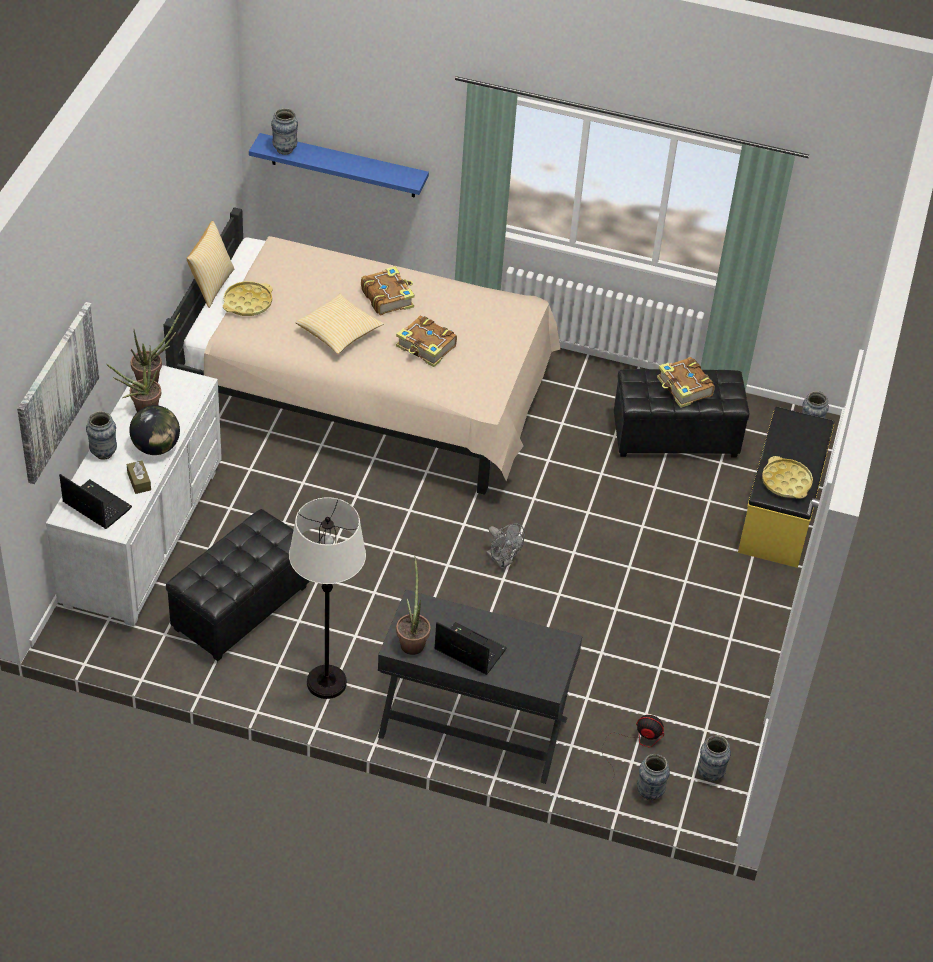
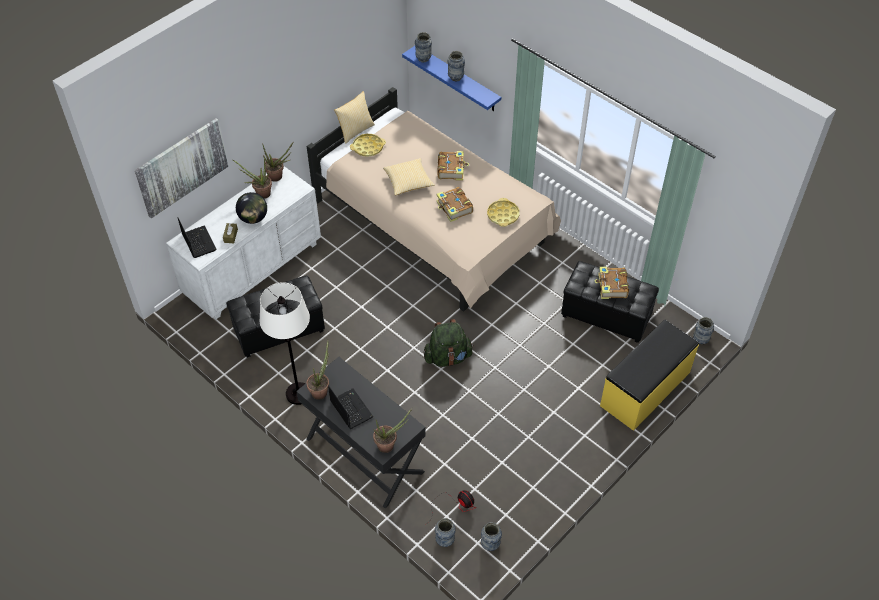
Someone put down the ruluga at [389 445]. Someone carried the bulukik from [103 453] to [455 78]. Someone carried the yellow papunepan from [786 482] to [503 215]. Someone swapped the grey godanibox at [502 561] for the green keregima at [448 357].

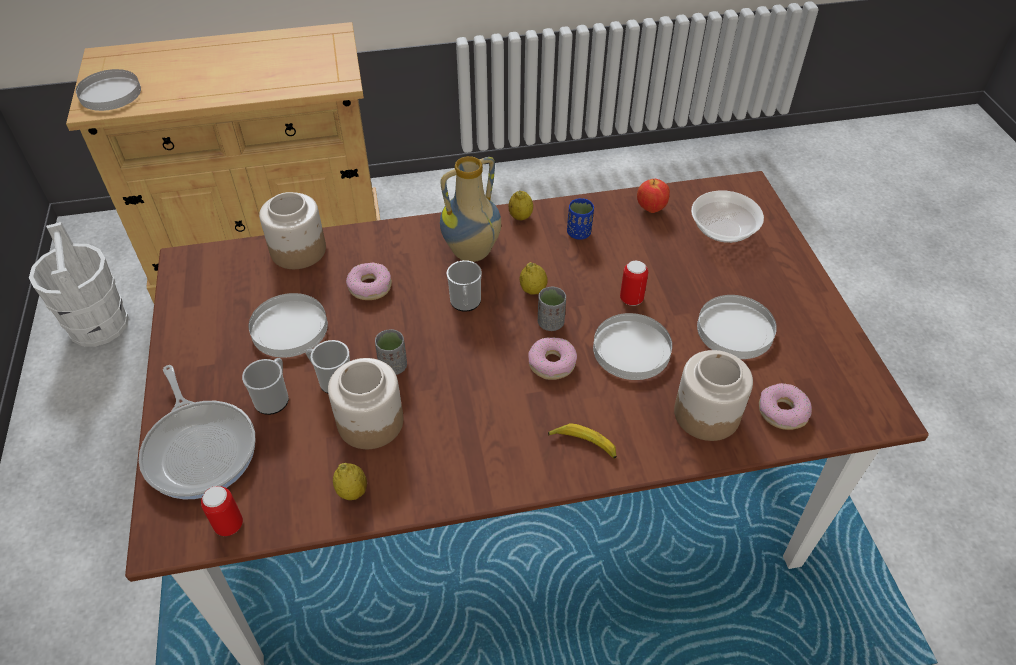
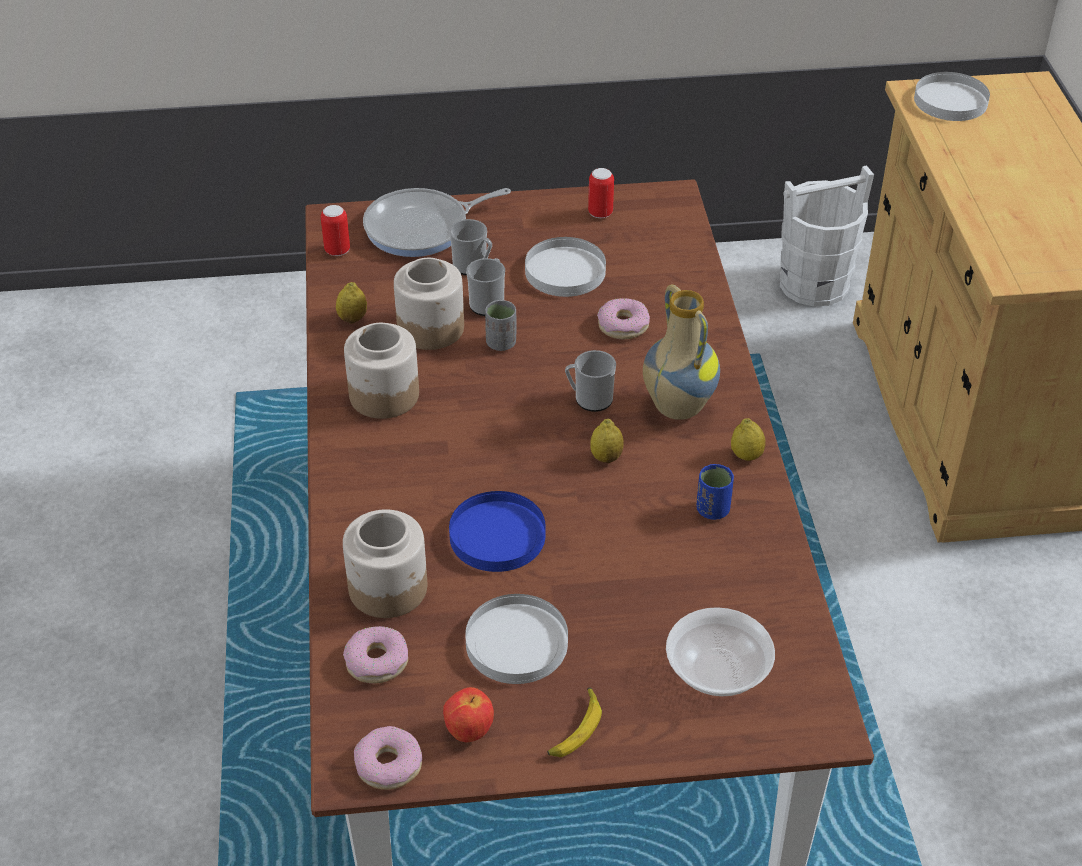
Someone took away the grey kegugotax at [550 323]. Someone carried the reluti from [298 251] to [383 395]. Someone carried the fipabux from [552 363] to [389 764]. Someone carried the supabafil from [584 444] to [575 729]. Someone carried the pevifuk from [631 299] to [600 213]. Someone carried the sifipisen from [650 209] to [469 731]. Someone repainted the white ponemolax at [631 350], which became the blue ponemolax at [496 535].

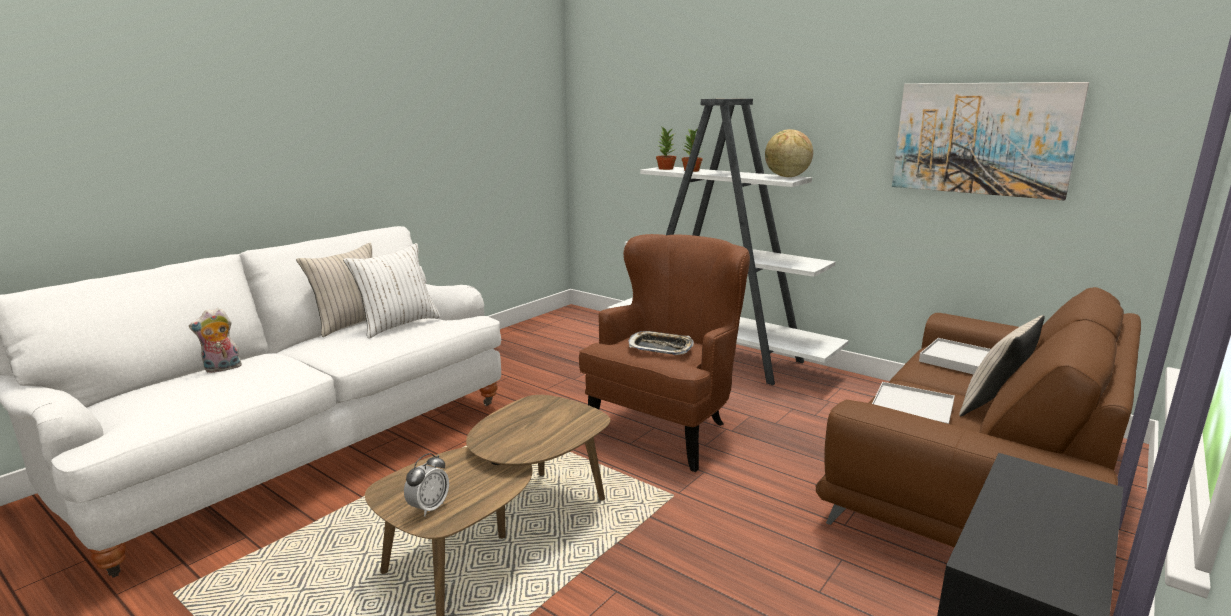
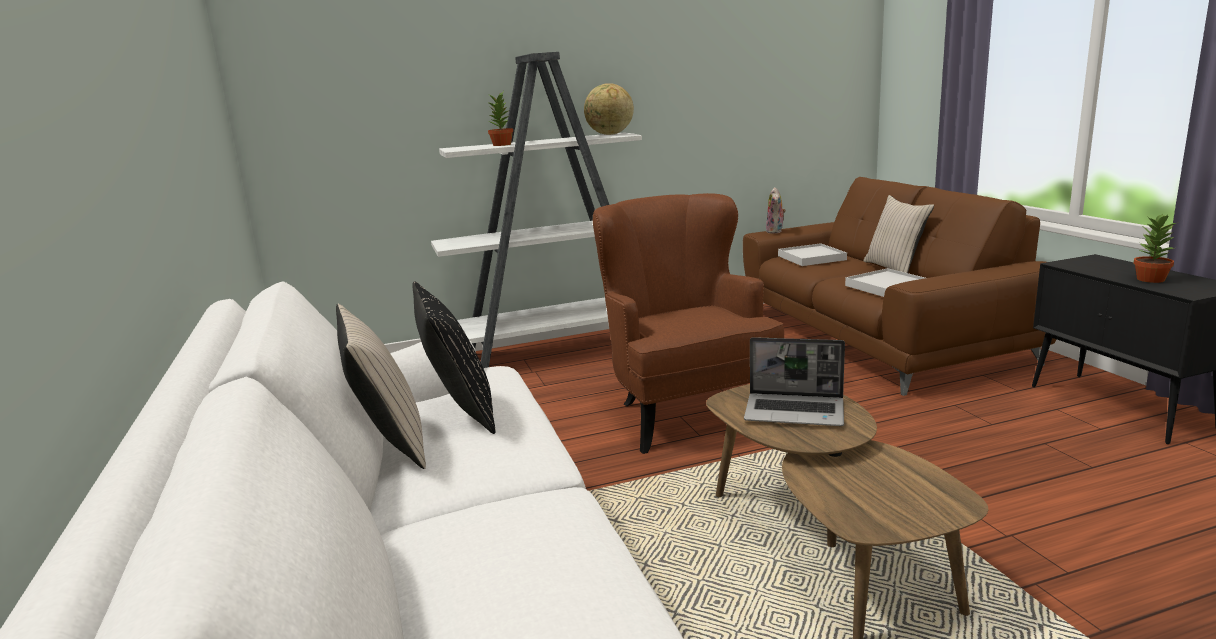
Someone took away the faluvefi at [428 508]. Someone took away the papunepan at [660 347]. Someone took away the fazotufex at [982 139]. Someone put down the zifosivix at [796 412]. Someone carried the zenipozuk from [222 369] to [775 231]. Someone carried the ruluga from [665 168] to [1150 279]. Someone repainted the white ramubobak at [397 325], which became the black ramubobak at [460 412].

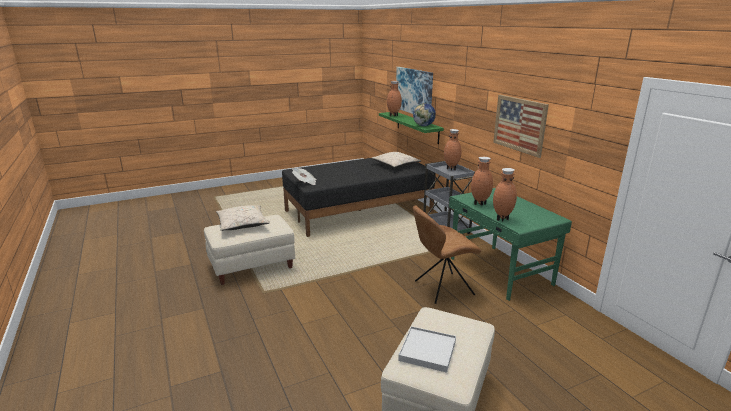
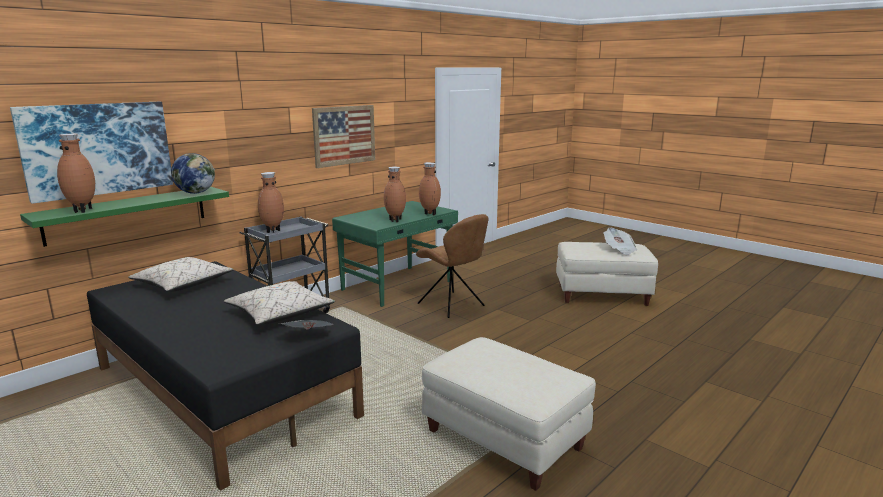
Someone carried the beige ramubobak from [242 224] to [279 314]. Someone swapped the white papunepan at [427 351] for the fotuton at [619 250].

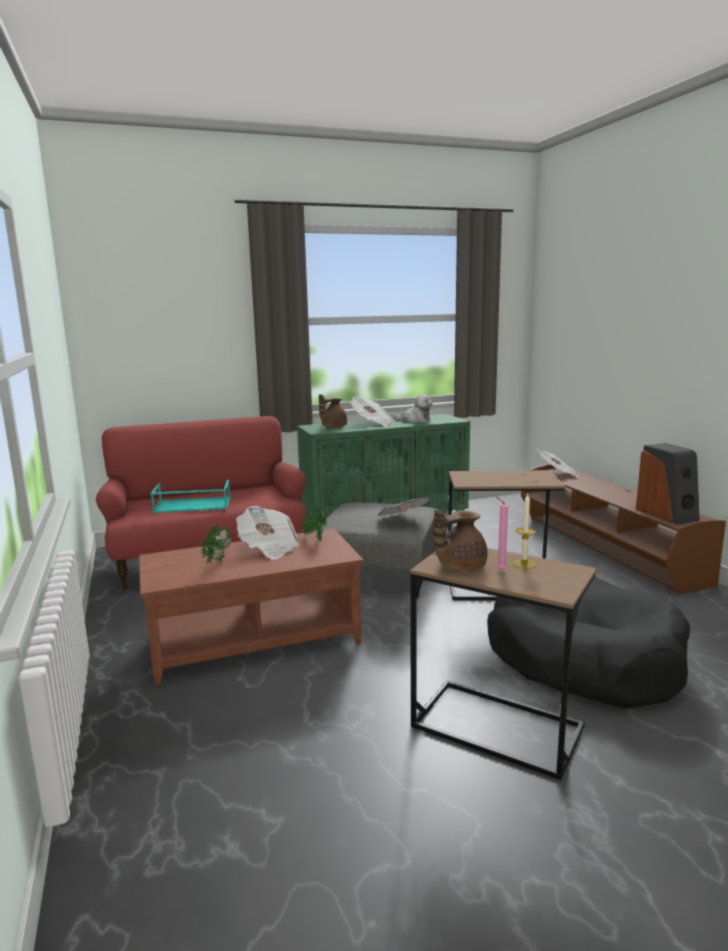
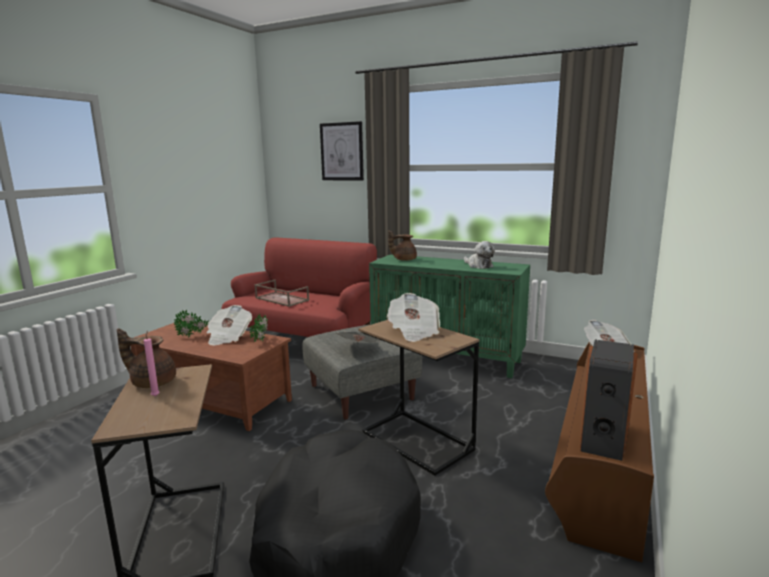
Someone took away the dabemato at [524 564]. Someone put up the fazotufex at [342 151]. Someone carried the fotuton from [372 423] to [414 331]. Someone repainted the turquoise papunepan at [192 505], which became the brown papunepan at [281 299].

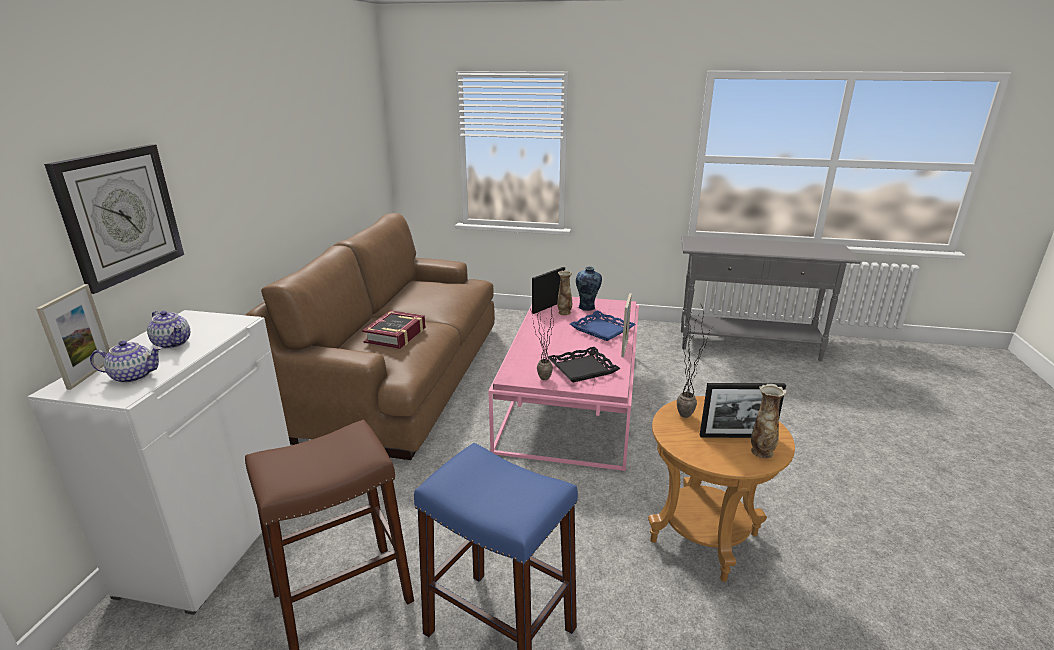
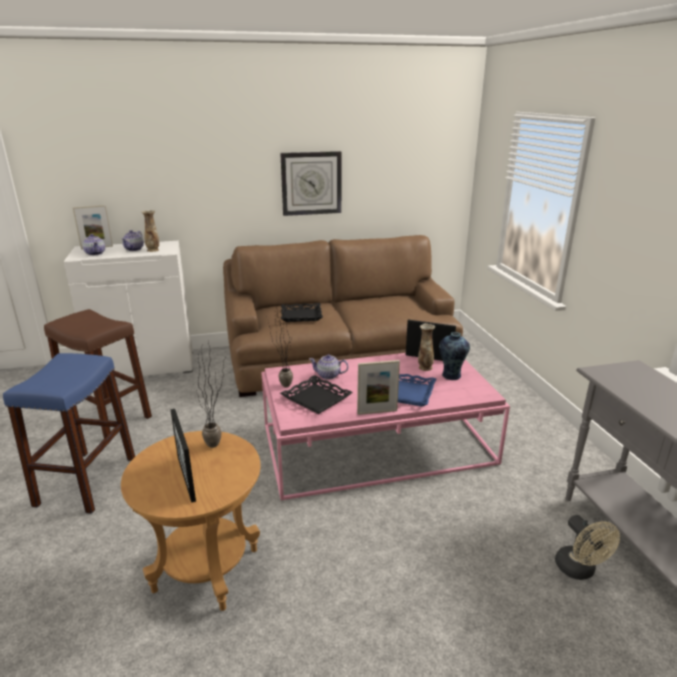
Someone put down the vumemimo at [328 375]. Someone put down the beige godanibox at [579 570]. Someone carried the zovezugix from [120 215] to [311 183]. Someone carried the bulukik from [761 451] to [153 250]. Someone swapped the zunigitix at [396 335] for the black papunepan at [301 316].

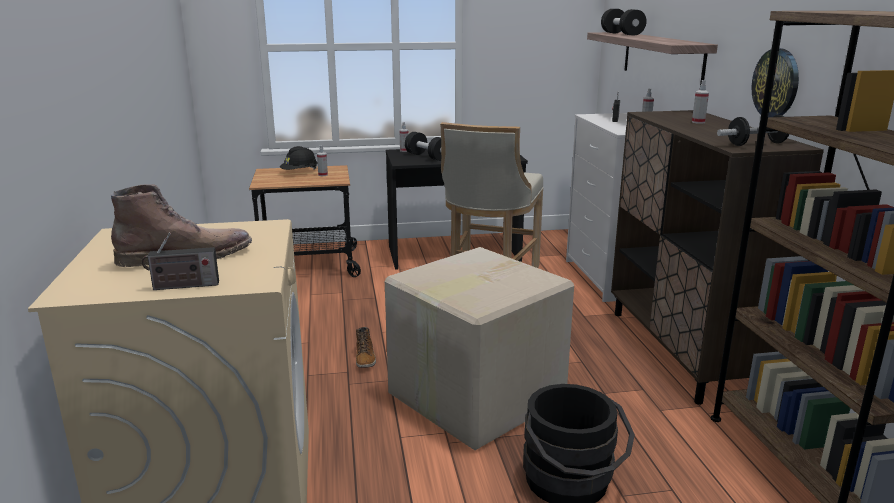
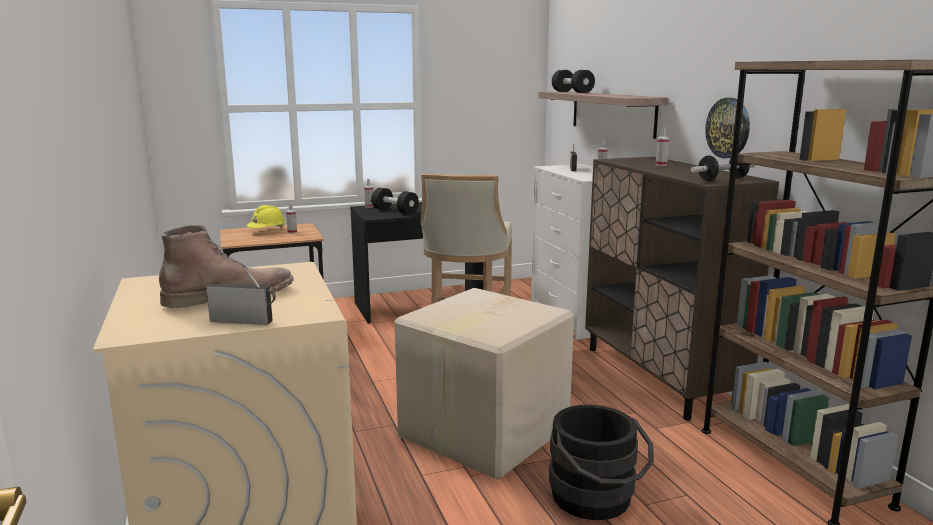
Someone took away the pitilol at [365 358]. Someone repainted the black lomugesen at [299 172], which became the yellow lomugesen at [267 231]. Someone rotated the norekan at [183 286] by 150 degrees counterclockwise.

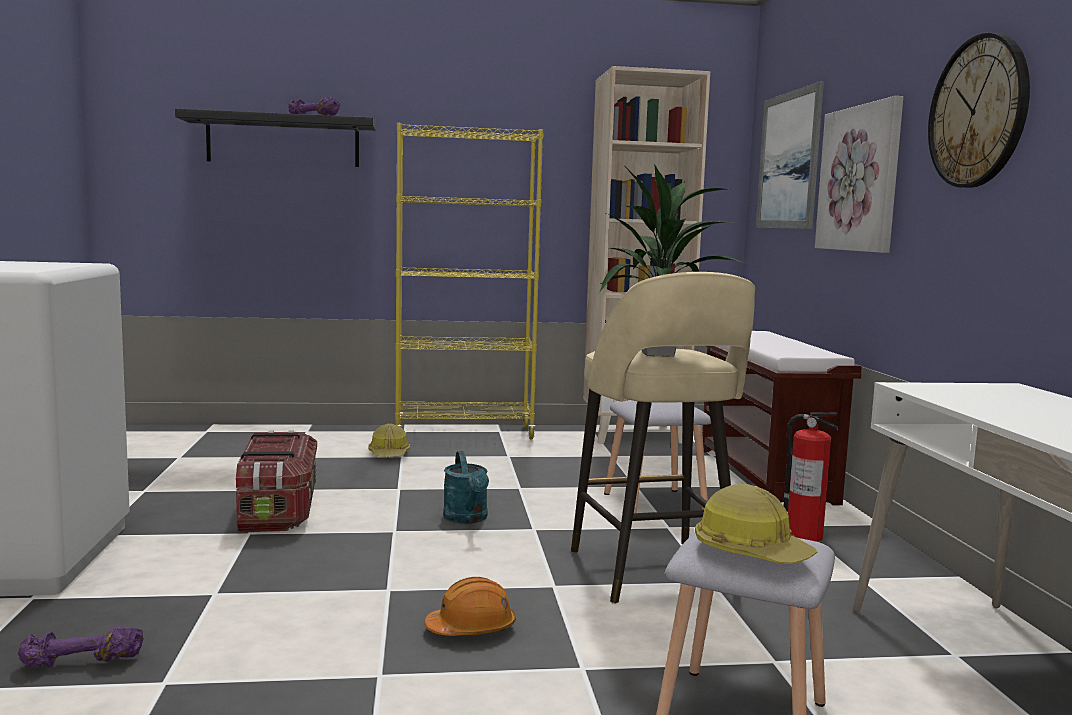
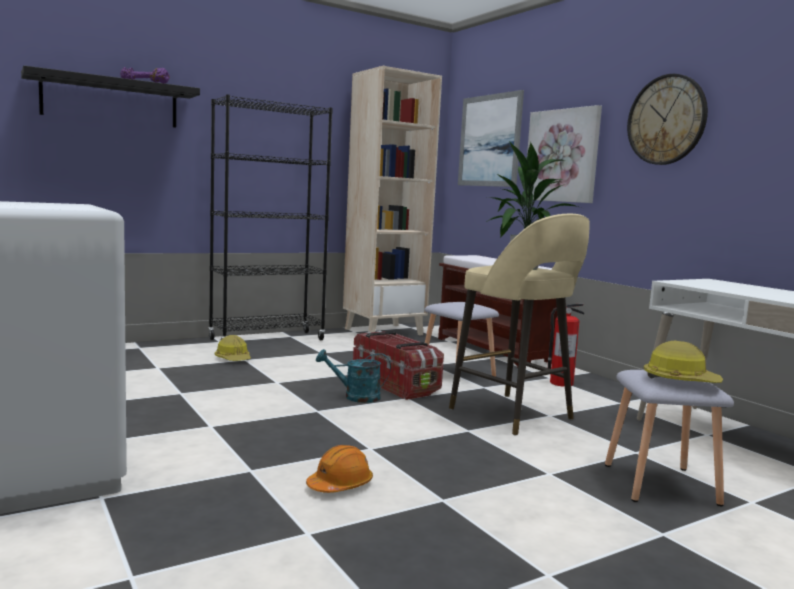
Someone took away the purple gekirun at [81 663]. Someone carried the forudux from [278 509] to [396 384]. Someone carried the orange lomugesen from [471 628] to [340 485]. Someone repainted the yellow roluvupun at [464 433], which became the black roluvupun at [267 340]. Someone rotated the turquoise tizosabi at [467 519] by 135 degrees clockwise.

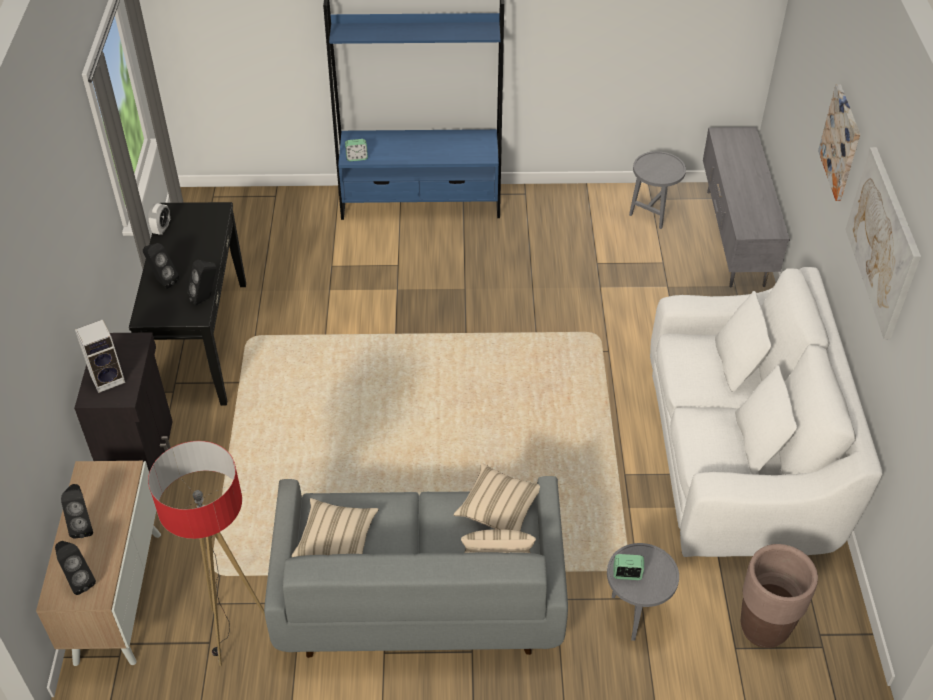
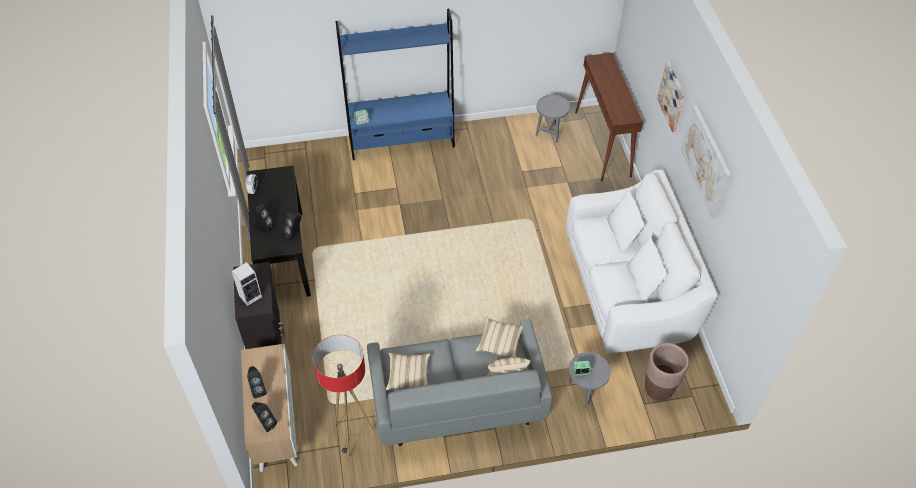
Someone swapped the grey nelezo at [734 238] for the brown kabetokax at [602 144].

